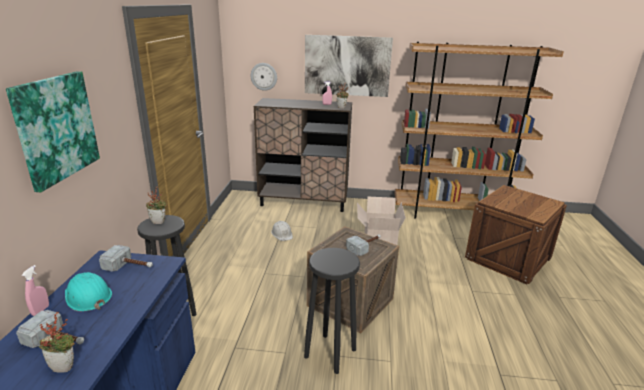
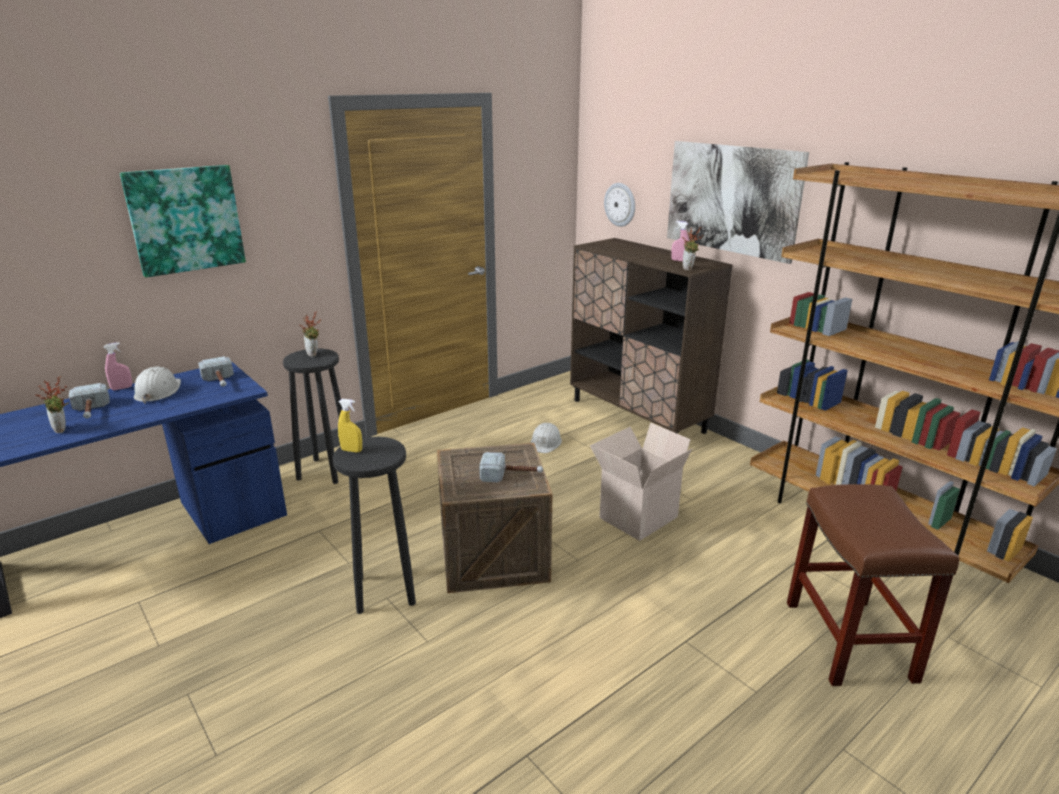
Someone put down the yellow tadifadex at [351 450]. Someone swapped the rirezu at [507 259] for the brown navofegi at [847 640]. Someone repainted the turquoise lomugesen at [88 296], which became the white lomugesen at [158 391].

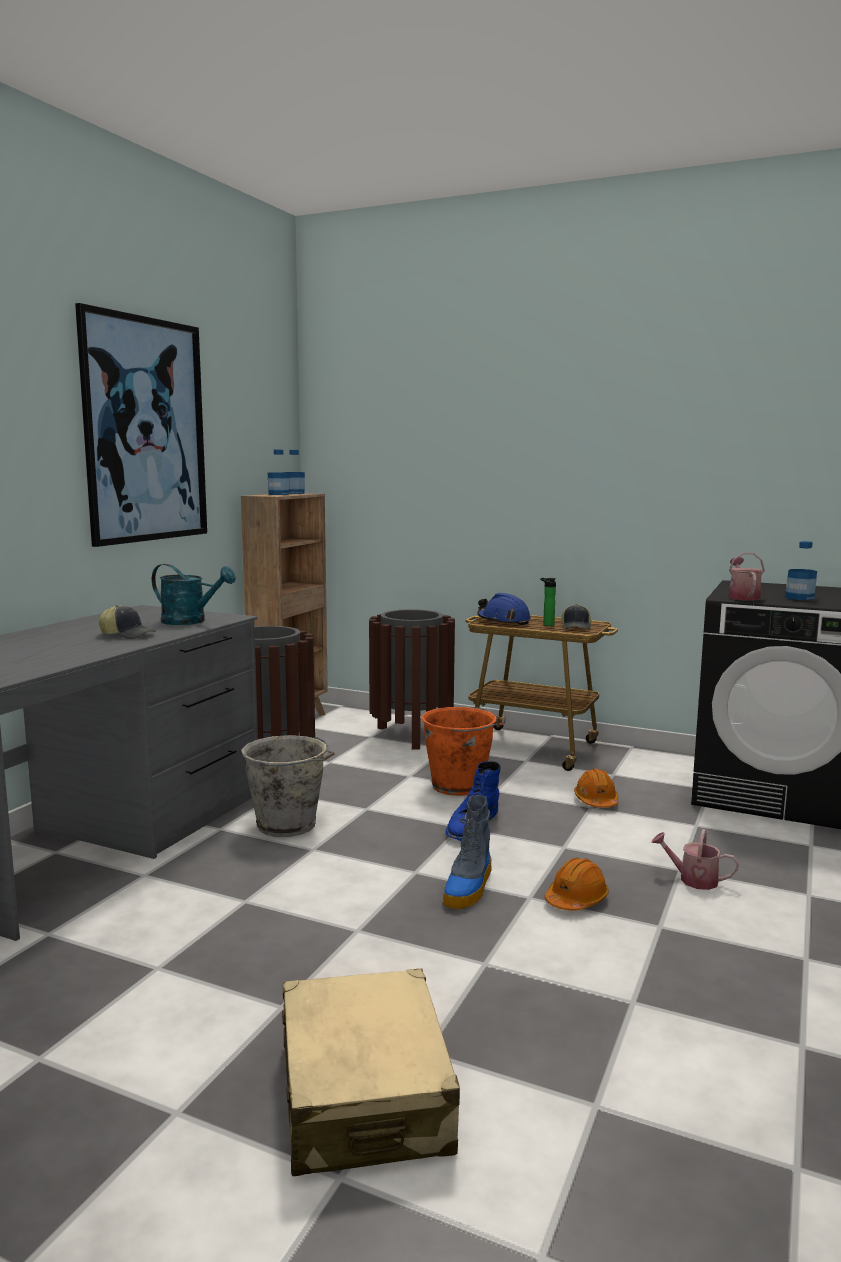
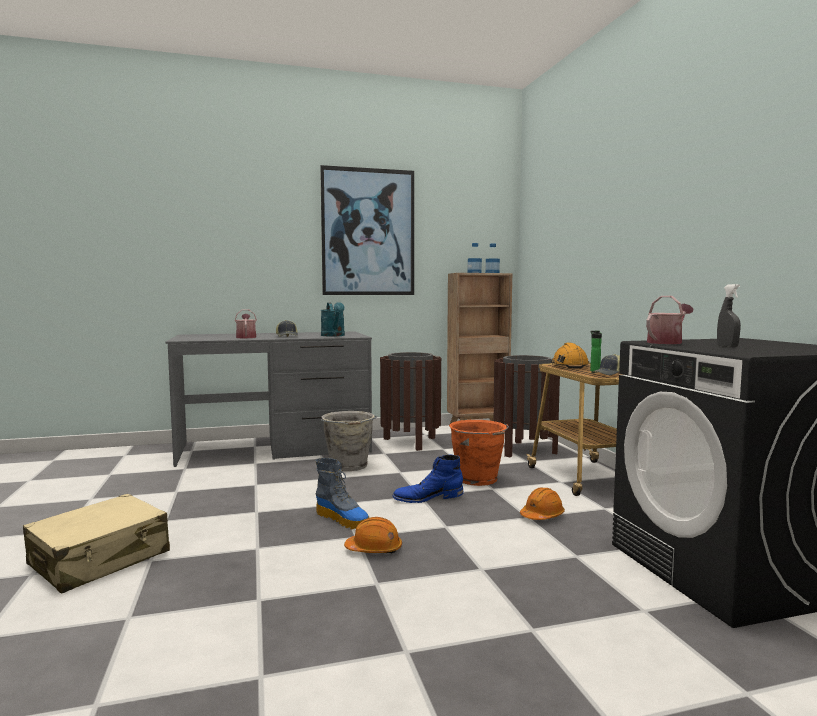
Someone carried the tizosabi from [692 879] to [246 337]. Someone swapped the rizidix at [799 597] for the grey tadifadex at [727 346]. Someone repainted the blue lomugesen at [503 621], which became the orange lomugesen at [569 365]. Someone rotated the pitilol at [469 888] by 120 degrees counterclockwise.

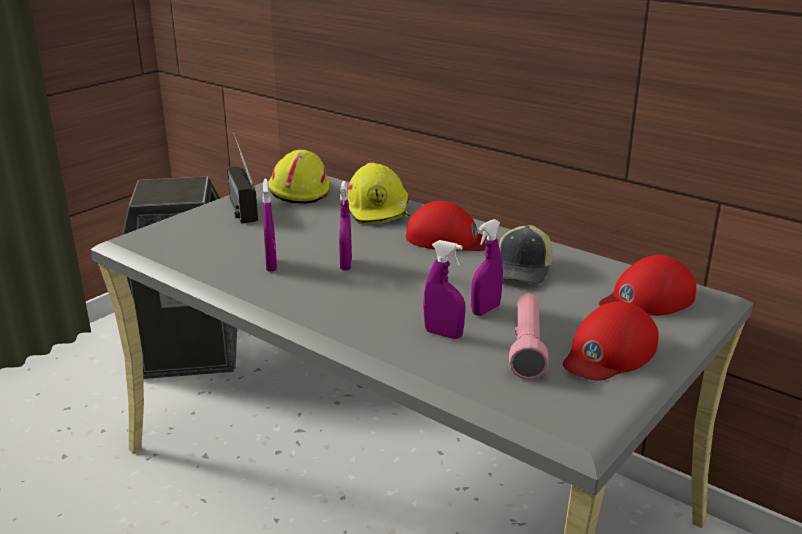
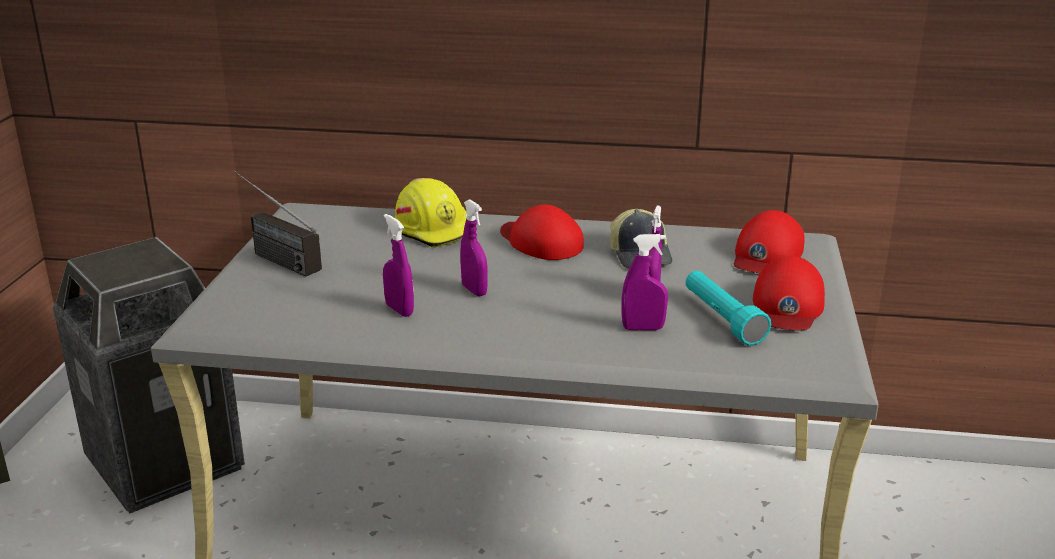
Someone took away the yellow lomugesen at [299 191]. Someone repainted the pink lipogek at [527 346], which became the turquoise lipogek at [722 319]. Someone rotated the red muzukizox at [449 239] by 120 degrees counterclockwise.

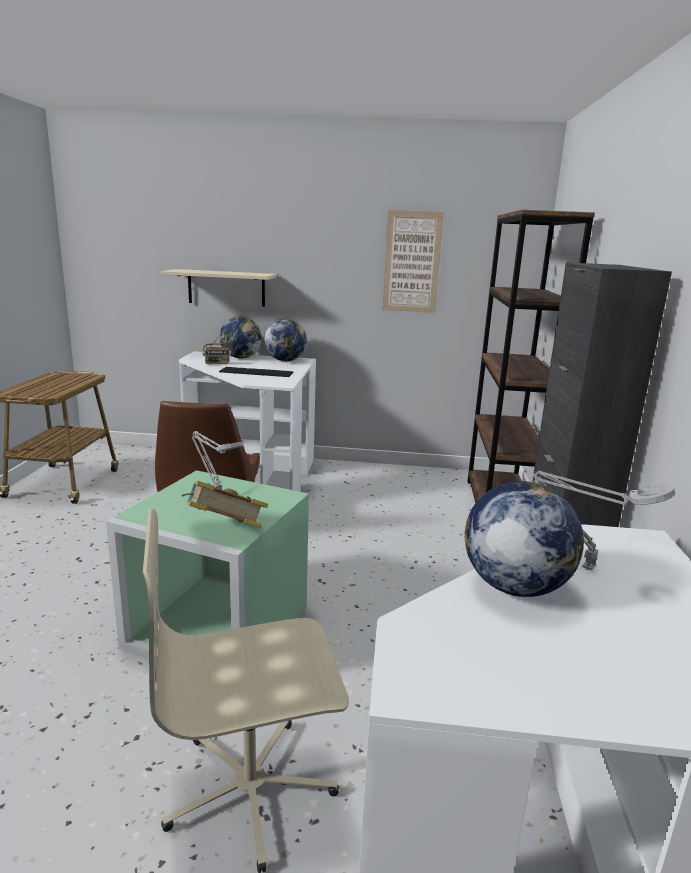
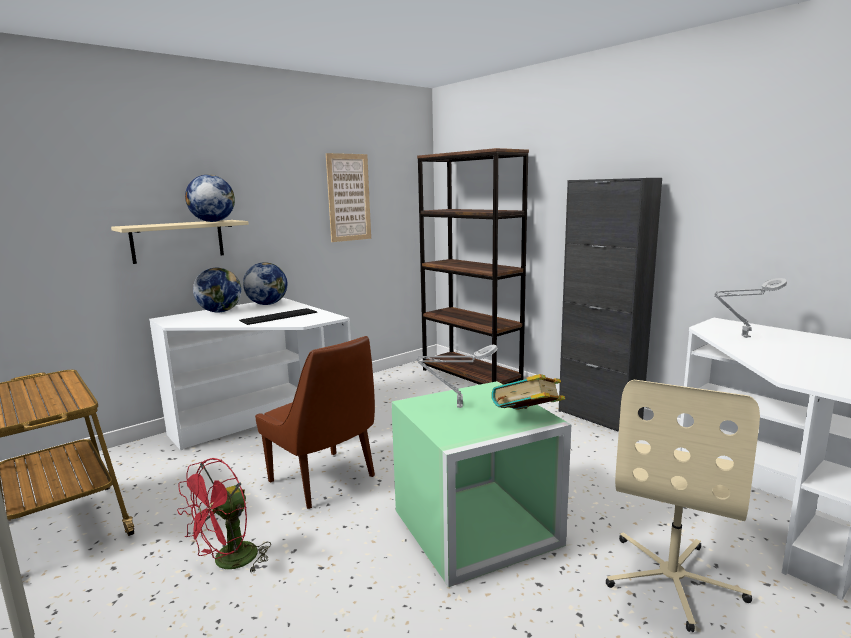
Someone took away the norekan at [217 364]. Someone put down the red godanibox at [228 562]. Someone carried the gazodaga from [514 586] to [212 221].

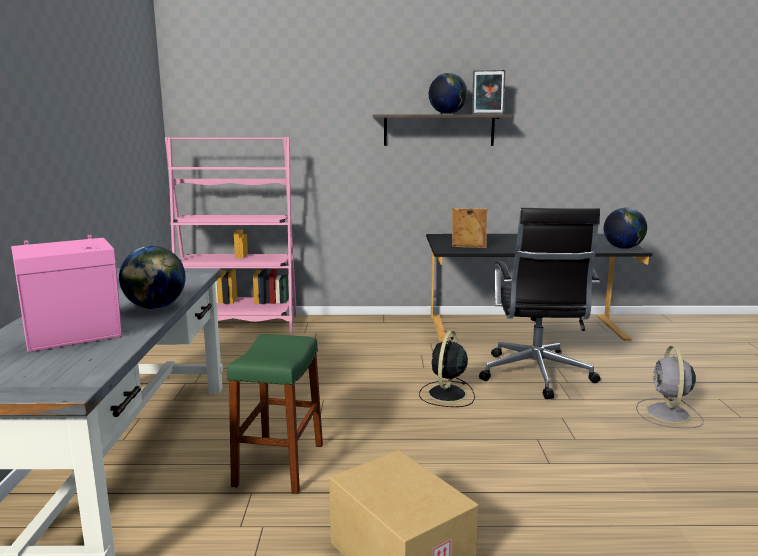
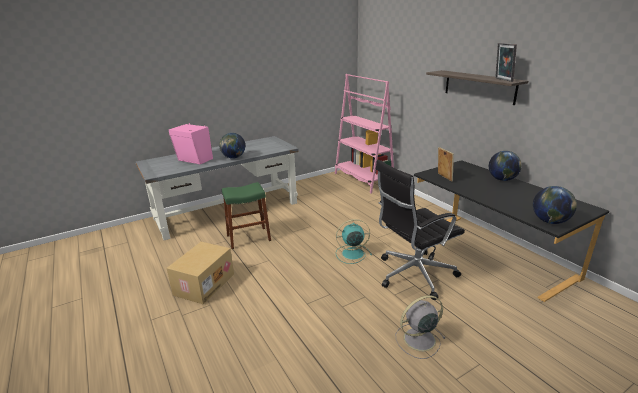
Someone carried the gazodaga from [447 114] to [502 179]. Someone repainted the black godanibox at [446 394], which became the turquoise godanibox at [351 253].

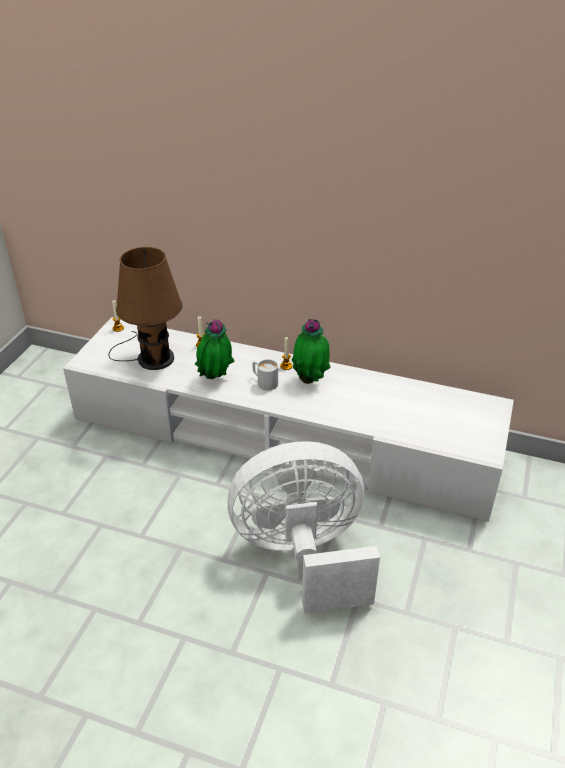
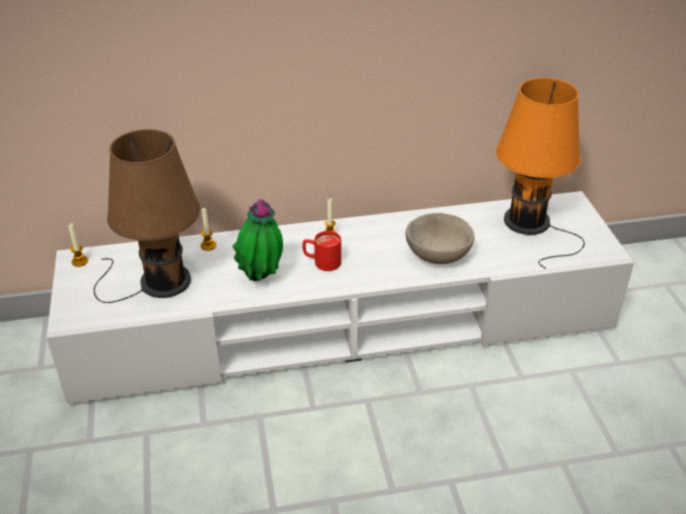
Someone took away the white godanibox at [303 556]. Someone took away the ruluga at [310 380]. Someone put down the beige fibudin at [438 255]. Someone put down the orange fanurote at [530 224]. Someone repainted the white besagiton at [264 382], which became the red besagiton at [321 262].

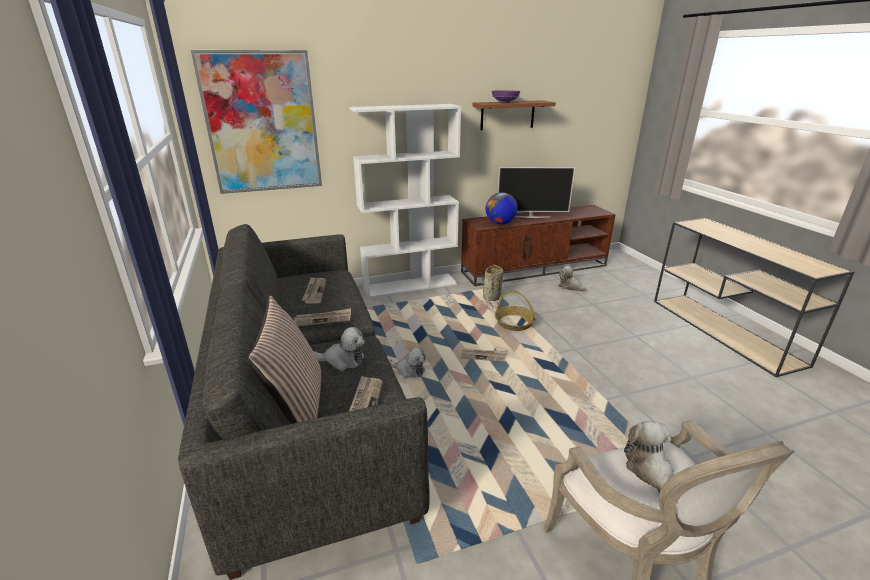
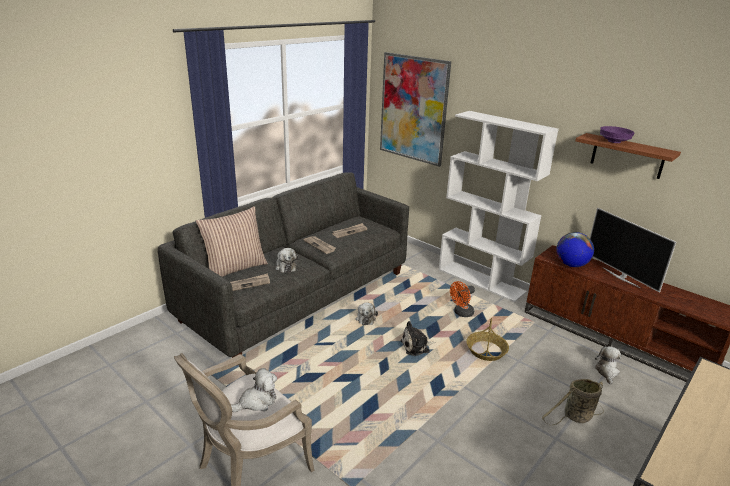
Someone put down the orange godanibox at [461 313]. Someone carried the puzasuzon from [491 299] to [575 417]. Someone swapped the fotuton at [483 356] for the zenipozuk at [417 346].

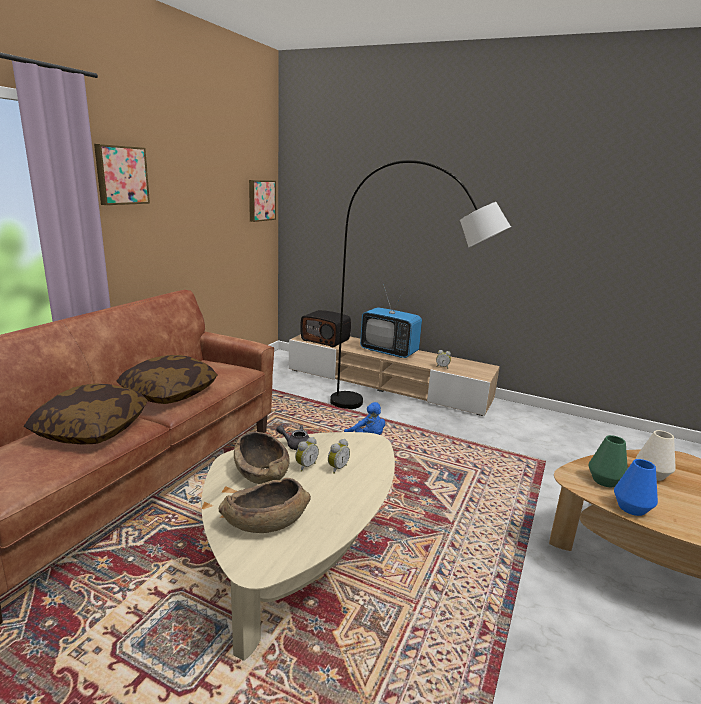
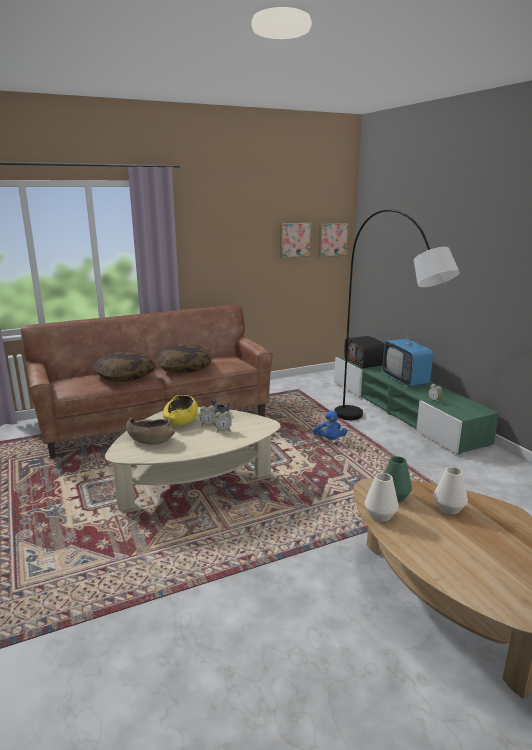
Someone carried the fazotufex from [121 175] to [294 240]. Someone repainted the brown fibudin at [262 473], which became the yellow fibudin at [181 420]. Someone repainted the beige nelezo at [387 384], which became the green nelezo at [403 411]. Someone repainted the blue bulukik at [631 508], which became the white bulukik at [380 515].

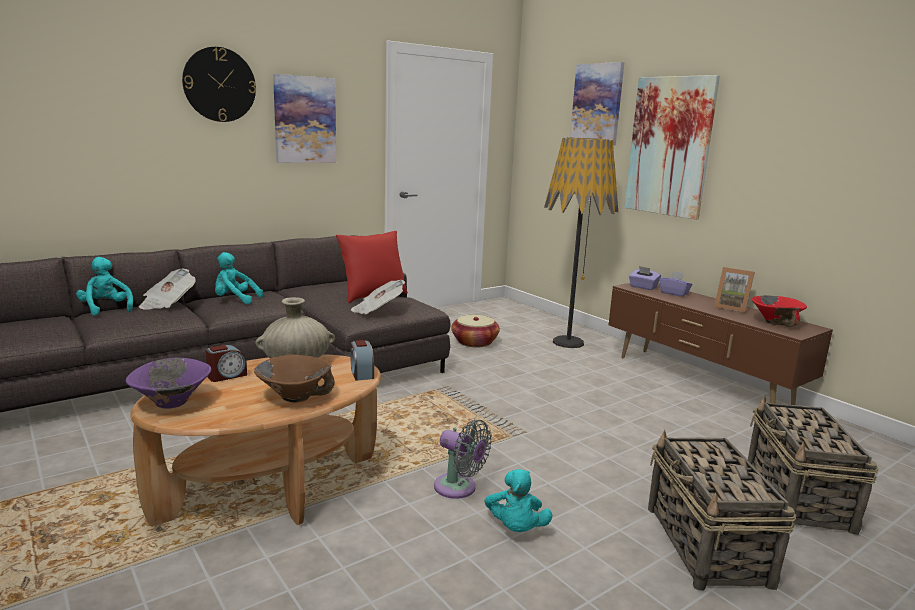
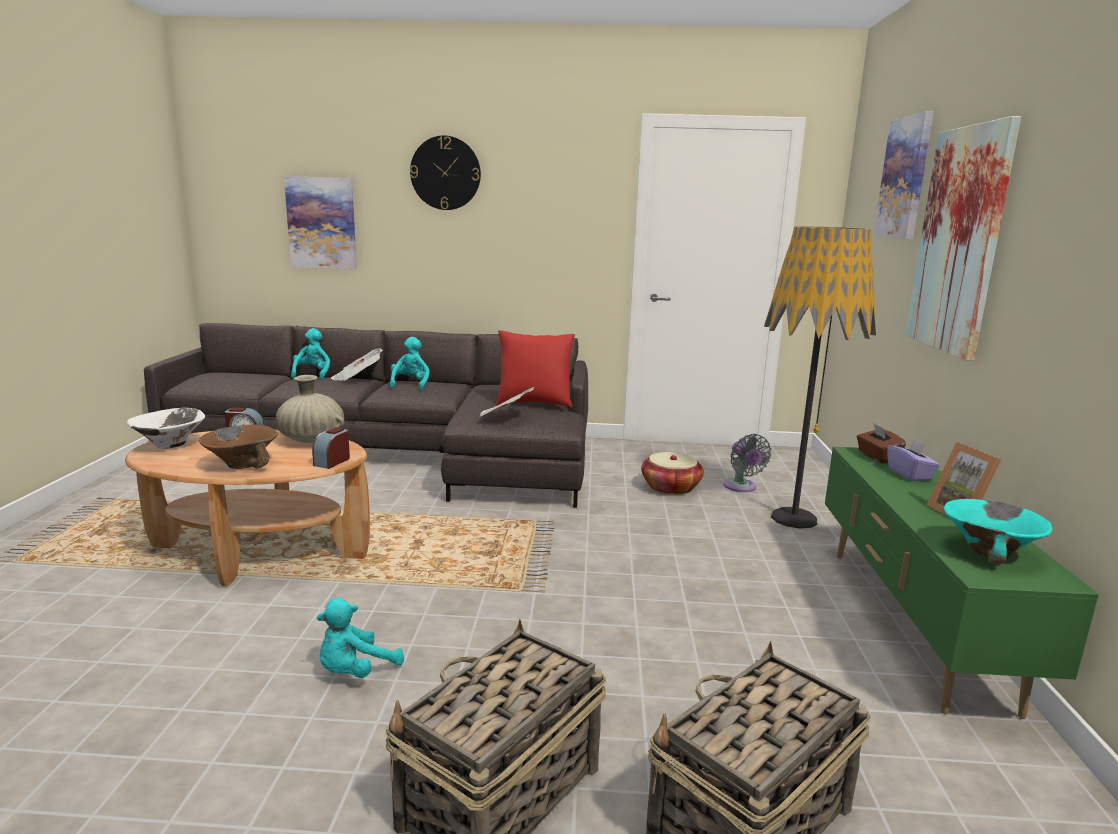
Someone carried the fazotufex from [305 120] to [322 223]. Someone carried the grey godanibox from [459 488] to [741 487]. Someone repainted the purple fibudin at [171 403], which became the white fibudin at [169 445]. Someone repainted the brown nelezo at [700 381], which became the green nelezo at [911 623]. Someone repainted the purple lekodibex at [643 287], which became the brown lekodibex at [877 457]. Someone repainted the red fibudin at [775 323], which became the turquoise fibudin at [989 552]. Someone rotated the turquoise zenipozuk at [235 300] by 45 degrees clockwise.

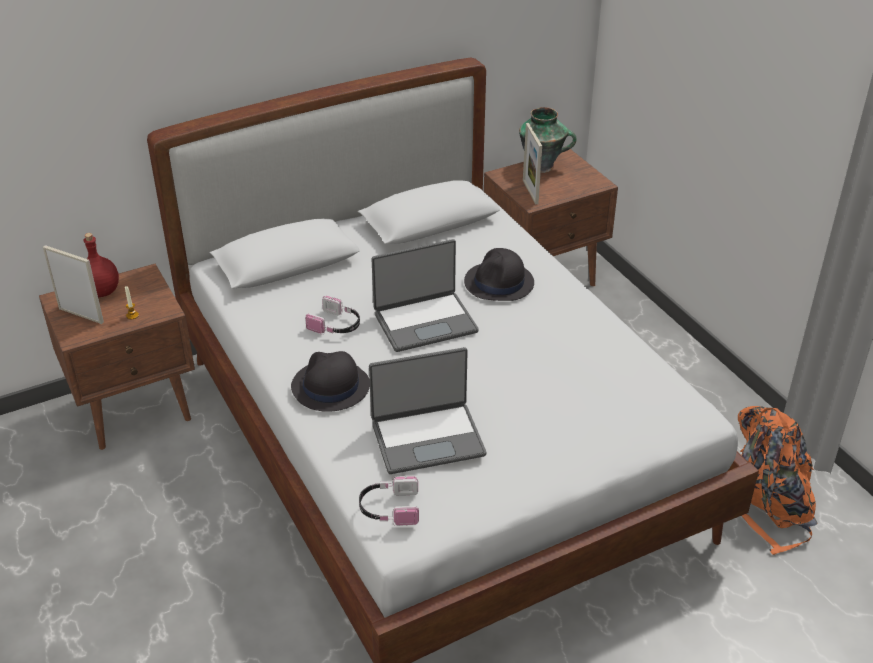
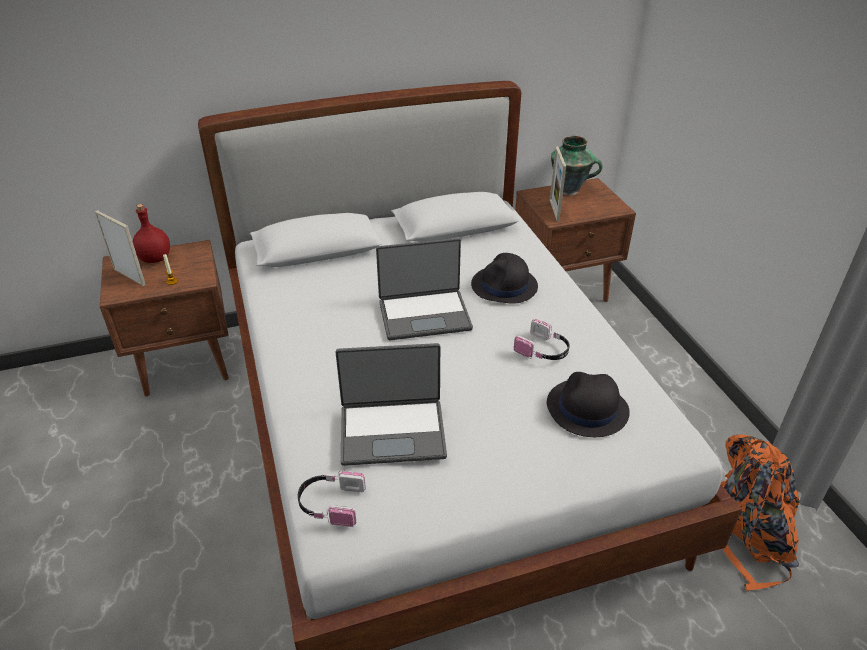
Someone carried the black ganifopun from [330 387] to [586 409]. Someone carried the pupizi from [336 325] to [543 350].

